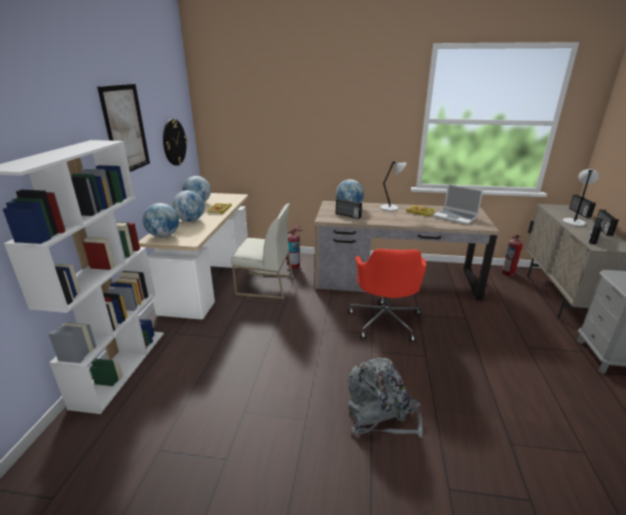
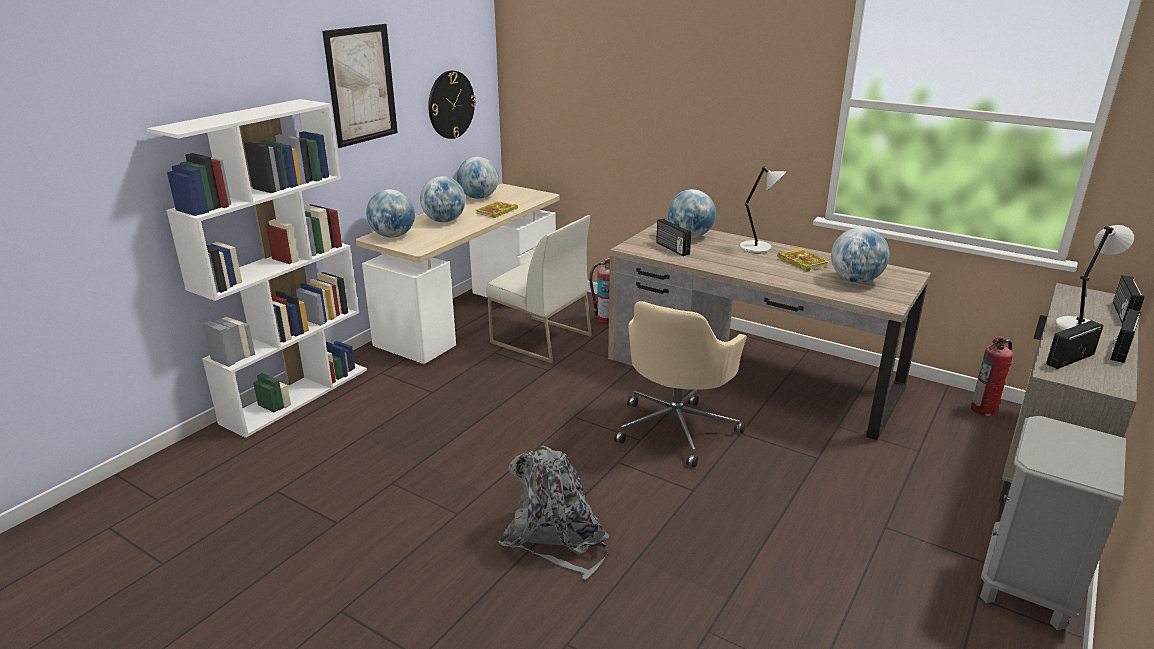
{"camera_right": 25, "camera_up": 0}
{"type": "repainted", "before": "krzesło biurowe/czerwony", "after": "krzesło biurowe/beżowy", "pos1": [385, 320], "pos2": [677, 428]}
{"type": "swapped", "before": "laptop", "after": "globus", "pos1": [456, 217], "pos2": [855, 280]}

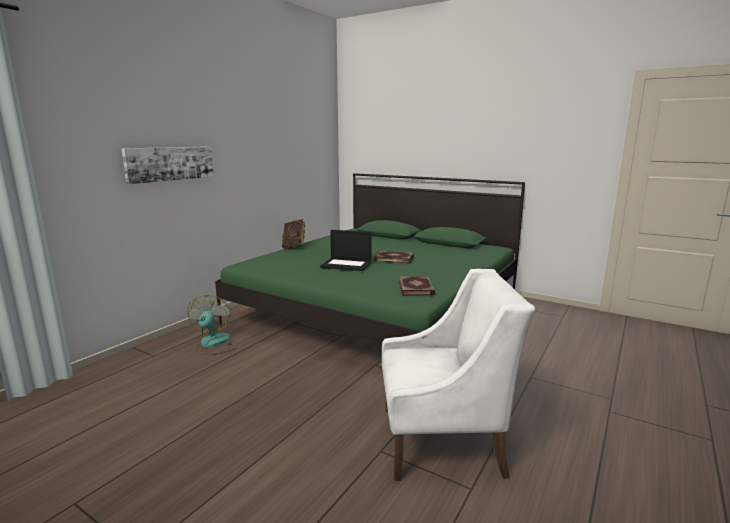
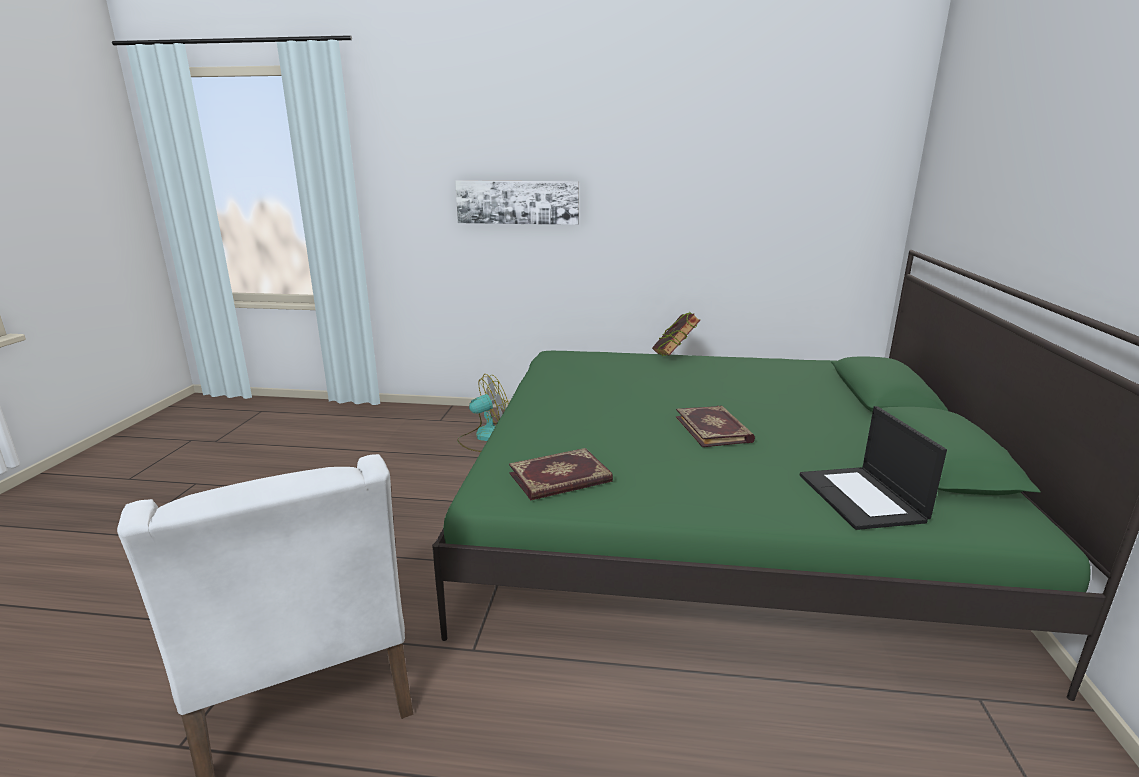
{"camera_right": 65, "camera_up": 5}
{"type": "shifted", "before": "laptop", "pos1": [347, 264], "pos2": [862, 498]}

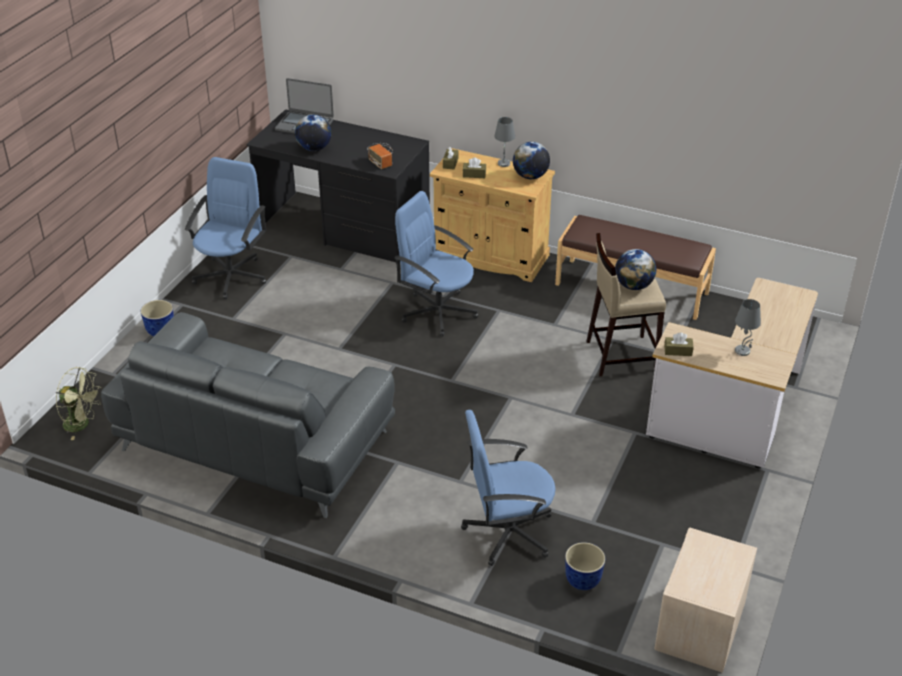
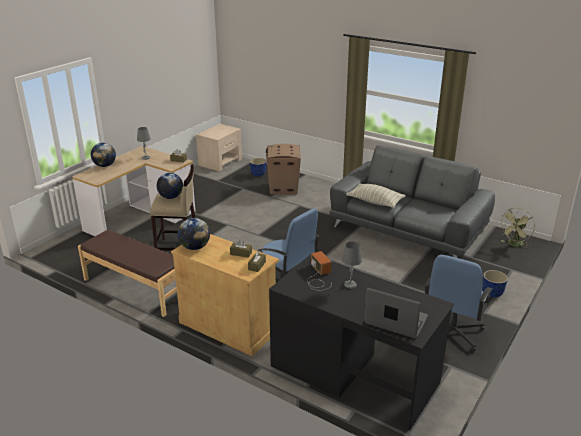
{"camera_right": -170, "camera_up": -10}
{"type": "shifted", "before": "globus", "pos1": [314, 148], "pos2": [105, 165]}
{"type": "swapped", "before": "krzesło biurowe/niebieski", "after": "karton", "pos1": [507, 532], "pos2": [283, 189]}
{"type": "shifted", "before": "lampa stołowa/szary", "pos1": [504, 164], "pos2": [350, 285]}
{"type": "new", "after": "poduszka", "pos2": [375, 202]}
{"type": "rotated", "before": "wentylator/zielony", "pos1": [82, 424], "pos2": [514, 245], "turn": -75}

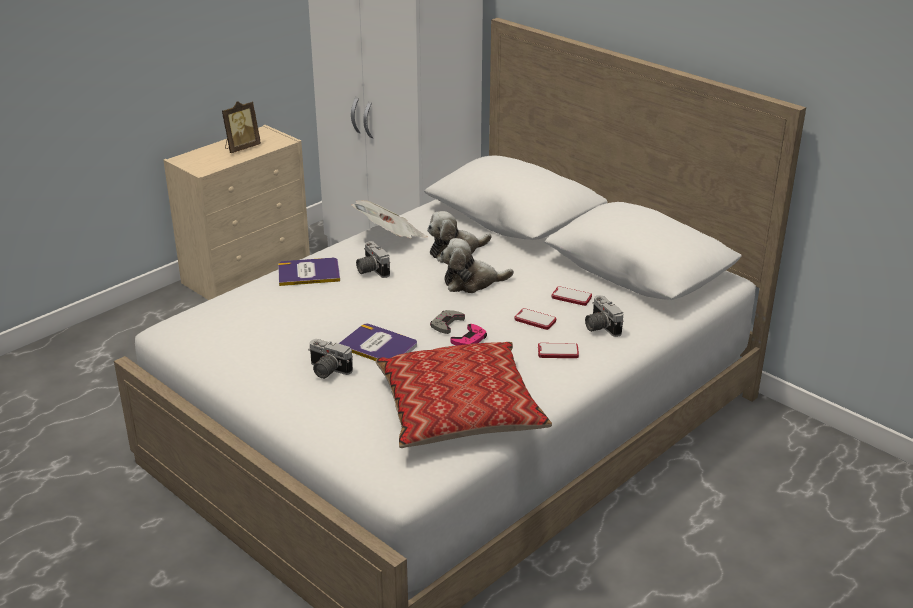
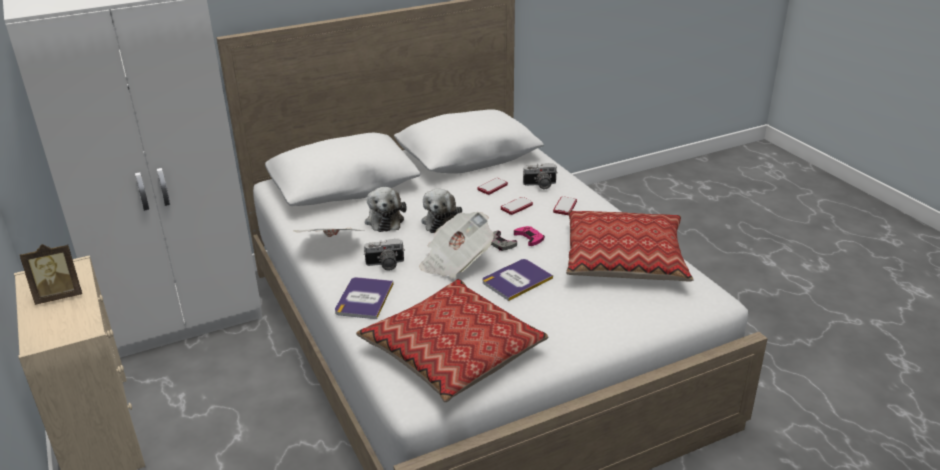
{"camera_right": -70, "camera_up": 0}
{"type": "rotated", "before": "ramka na zdjęcie", "pos1": [241, 148], "pos2": [59, 296], "turn": 90}
{"type": "new", "after": "poduszka", "pos2": [452, 351]}
{"type": "new", "after": "gazeta", "pos2": [455, 261]}
{"type": "gone", "before": "aparat fotograficzny", "pos1": [327, 371]}

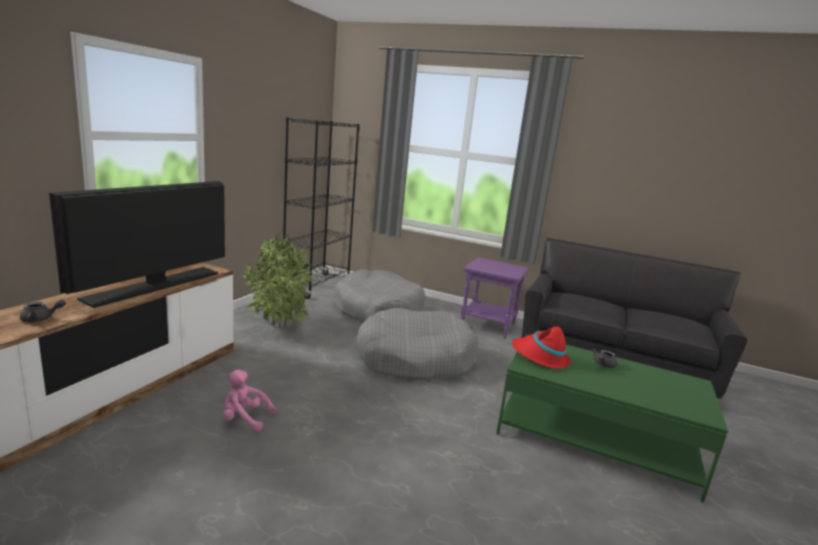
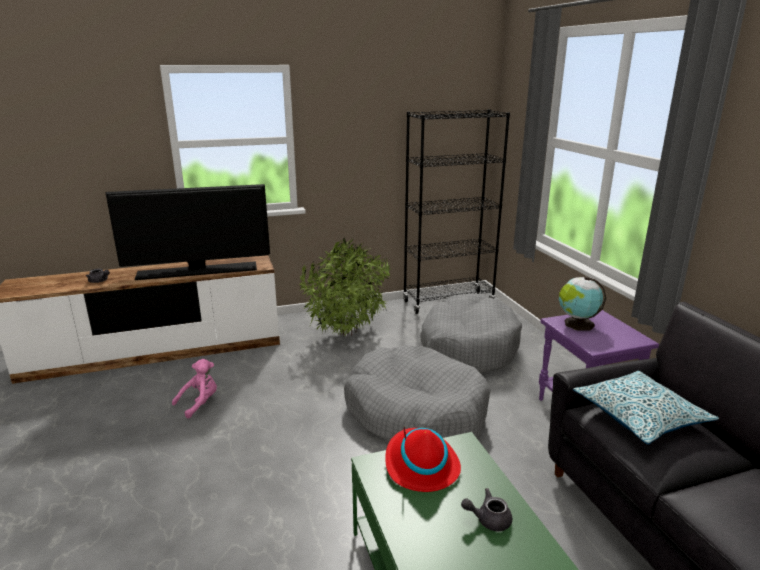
{"camera_right": 50, "camera_up": 5}
{"type": "rotated", "before": "pluszak/różowy", "pos1": [245, 419], "pos2": [199, 403], "turn": 75}
{"type": "new", "after": "globus", "pos2": [577, 324]}
{"type": "new", "after": "poduszka", "pos2": [640, 416]}

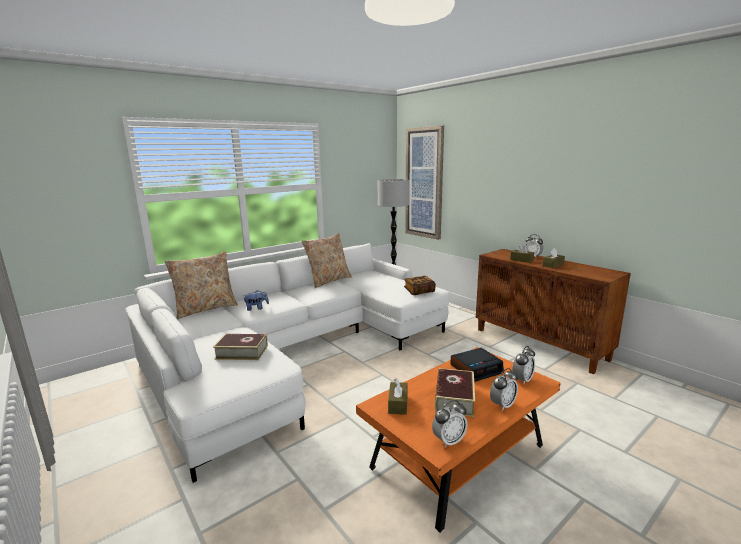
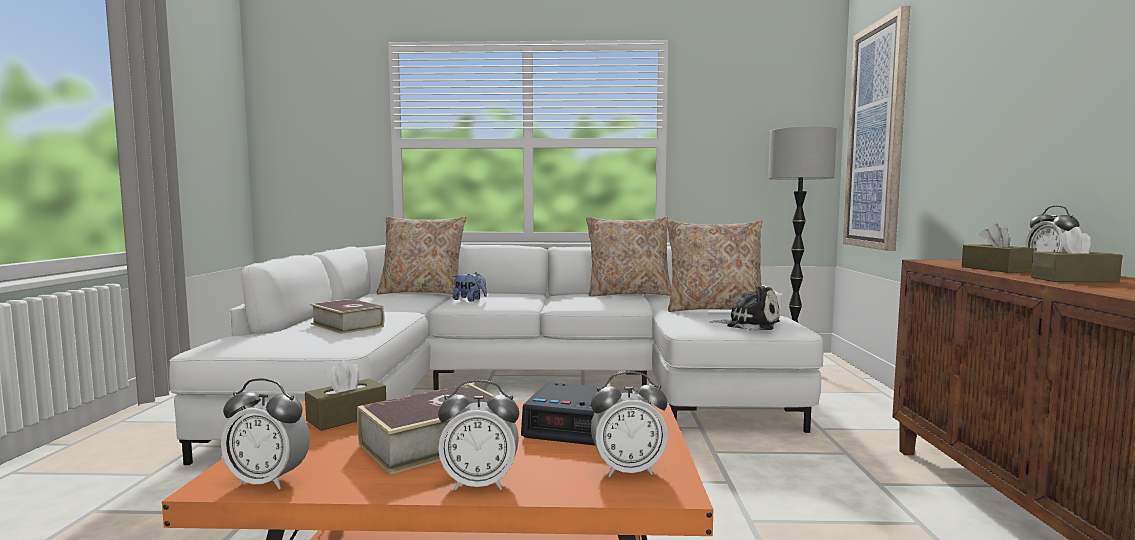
{"camera_right": 40, "camera_up": -10}
{"type": "new", "after": "poduszka/beżowy", "pos2": [714, 309]}
{"type": "swapped", "before": "książka", "after": "pluszak", "pos1": [419, 291], "pos2": [749, 325]}

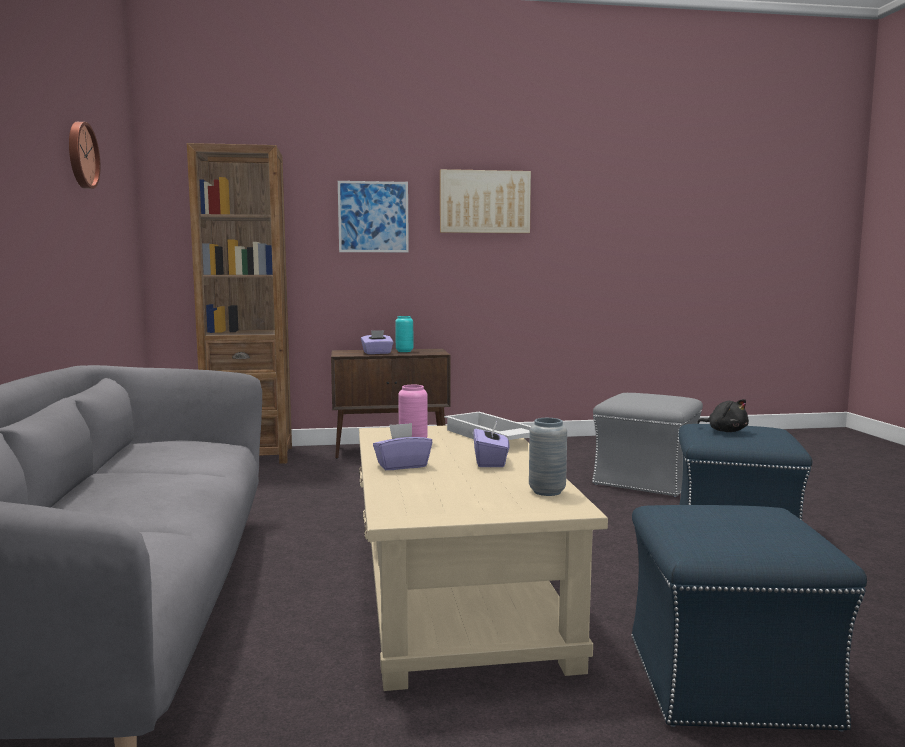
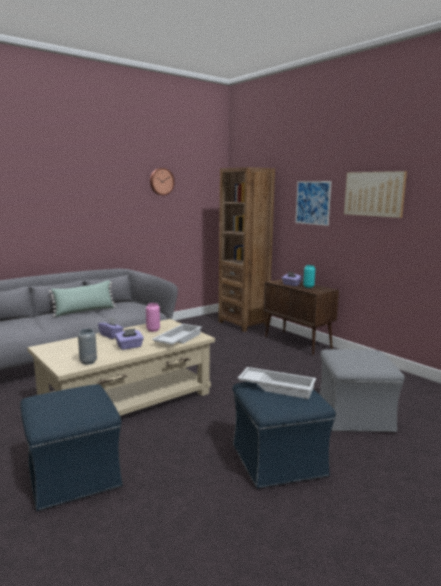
{"camera_right": 60, "camera_up": 5}
{"type": "new", "after": "poduszka/zielony", "pos2": [85, 311]}
{"type": "swapped", "before": "pluszak/czarny", "after": "taca/biały", "pos1": [725, 431], "pos2": [277, 386]}

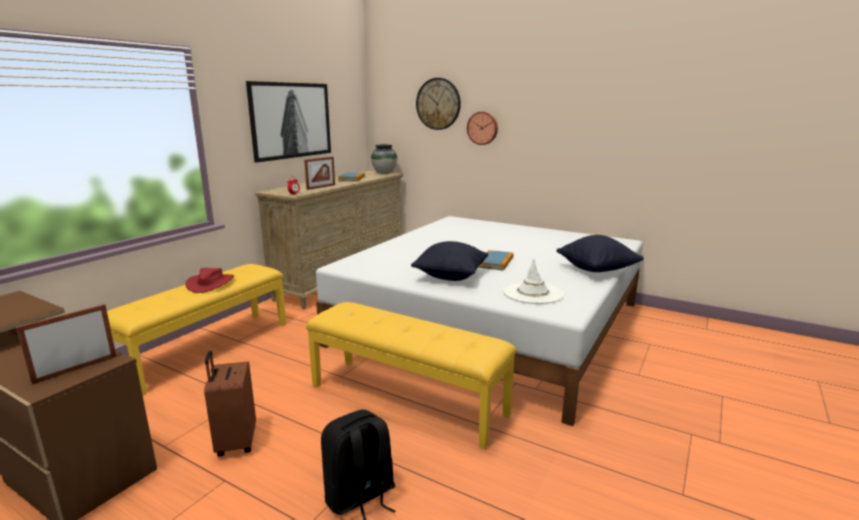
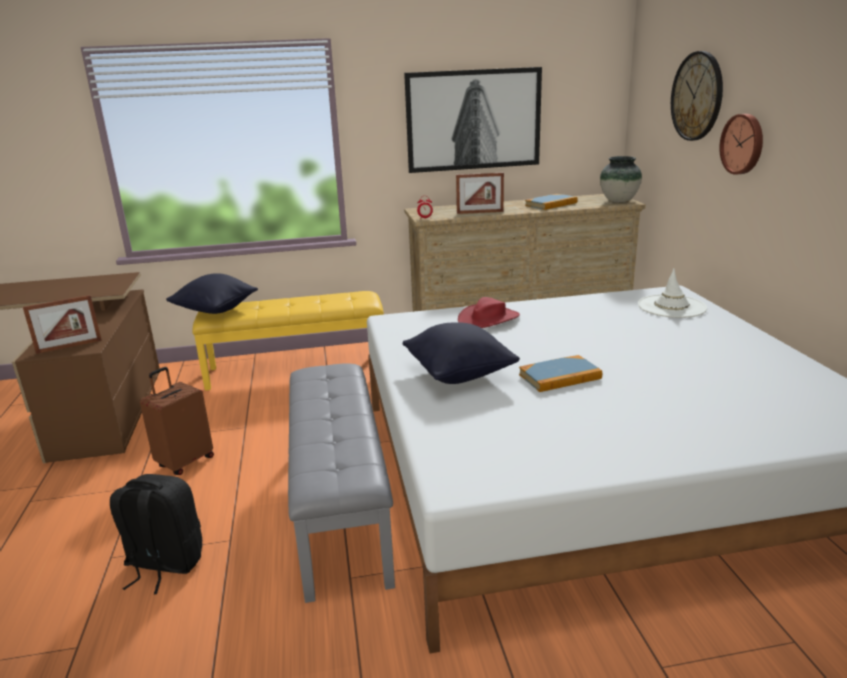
{"camera_right": 50, "camera_up": 5}
{"type": "rotated", "before": "ramka na zdjęcie", "pos1": [76, 369], "pos2": [69, 346], "turn": 150}
{"type": "shifted", "before": "poduszka/czarny", "pos1": [597, 270], "pos2": [215, 311]}
{"type": "repainted", "before": "ławka/żółty", "after": "ławka/szary", "pos1": [408, 399], "pos2": [342, 504]}
{"type": "shifted", "before": "kapelusz/czerwony", "pos1": [210, 283], "pos2": [488, 319]}
{"type": "shifted", "before": "kapelusz/biały", "pos1": [533, 293], "pos2": [671, 306]}

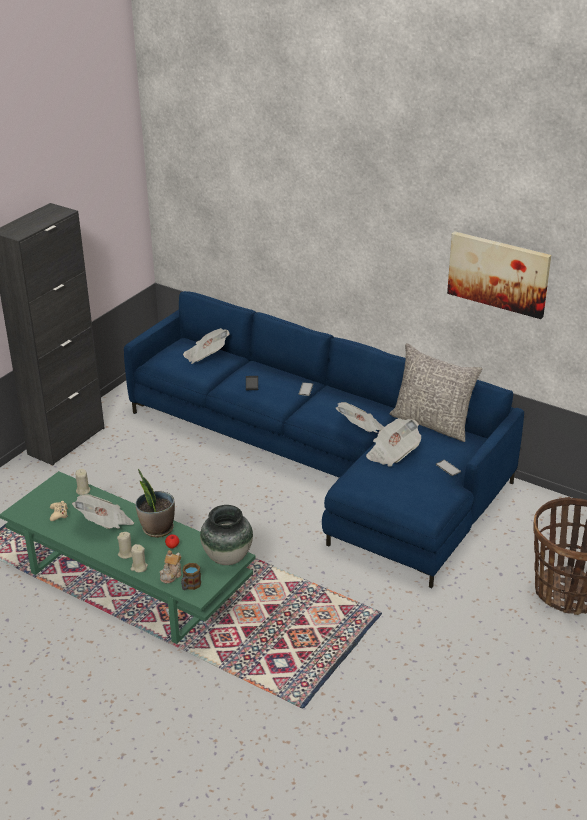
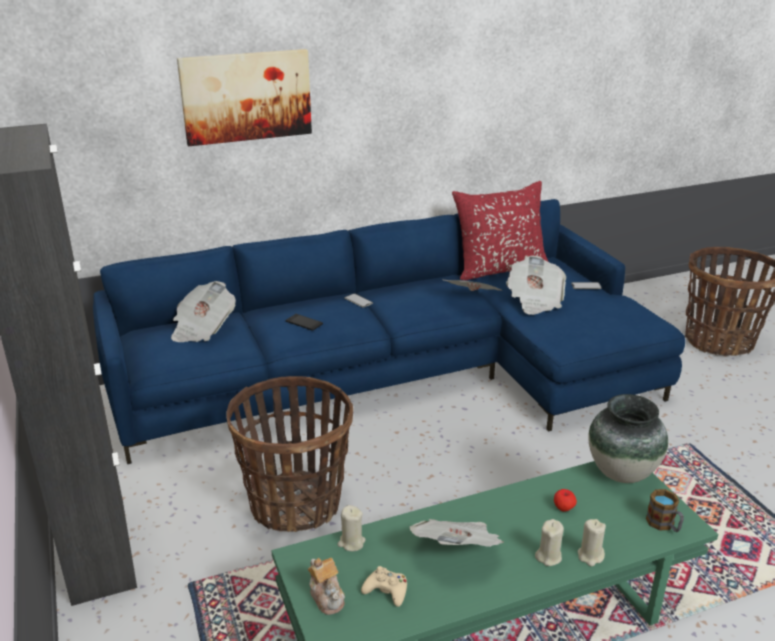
{"camera_right": -55, "camera_up": -5}
{"type": "shifted", "before": "obraz", "pos1": [498, 273], "pos2": [246, 96]}
{"type": "new", "after": "koszyk", "pos2": [296, 504]}
{"type": "shifted", "before": "imbryk", "pos1": [171, 575], "pos2": [327, 596]}
{"type": "repainted", "before": "poduszka/szary", "after": "poduszka/czerwony", "pos1": [432, 423], "pos2": [499, 268]}
{"type": "gone", "before": "roślina doniczkowa", "pos1": [157, 529]}

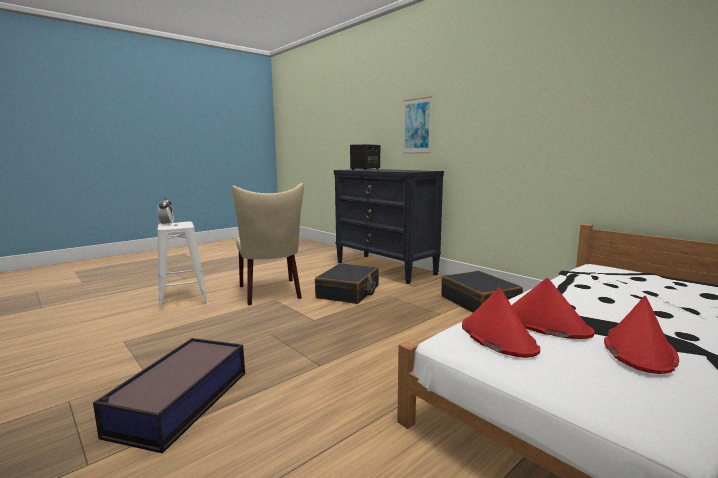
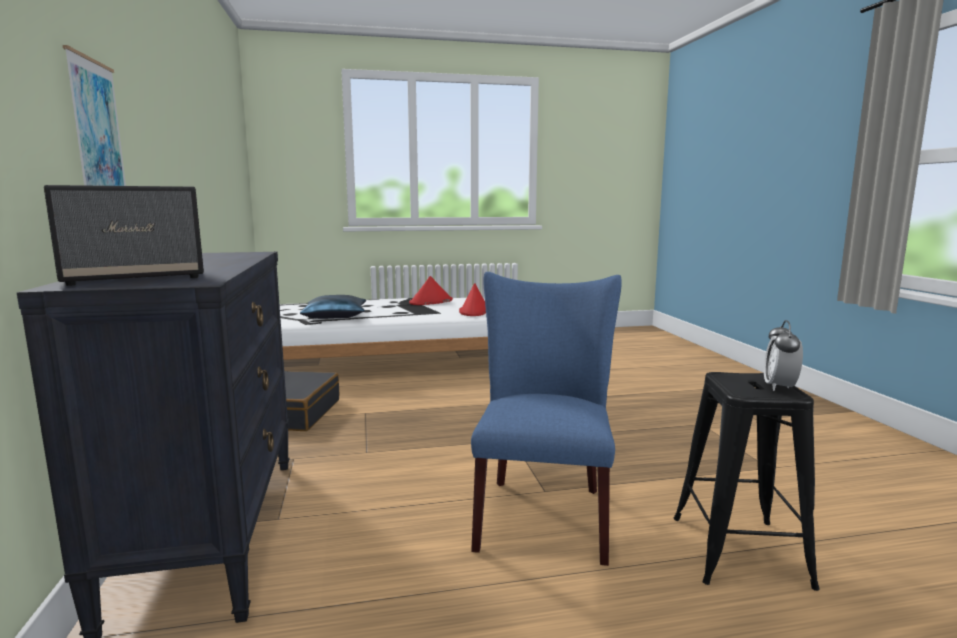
{"camera_right": -150, "camera_up": 0}
{"type": "new", "after": "poduszka/niebieski", "pos2": [335, 316]}
{"type": "repainted", "before": "krzesło/beżowy", "after": "krzesło/niebieski", "pos1": [271, 293], "pos2": [543, 512]}
{"type": "repainted", "before": "stołek/biały", "after": "stołek/czarny", "pos1": [183, 298], "pos2": [739, 551]}
{"type": "gone", "before": "pojemnik do przechowywania", "pos1": [179, 403]}
{"type": "gone", "before": "walizka/czarny", "pos1": [348, 292]}
{"type": "gone", "before": "kapelusz/czerwony", "pos1": [544, 324]}

